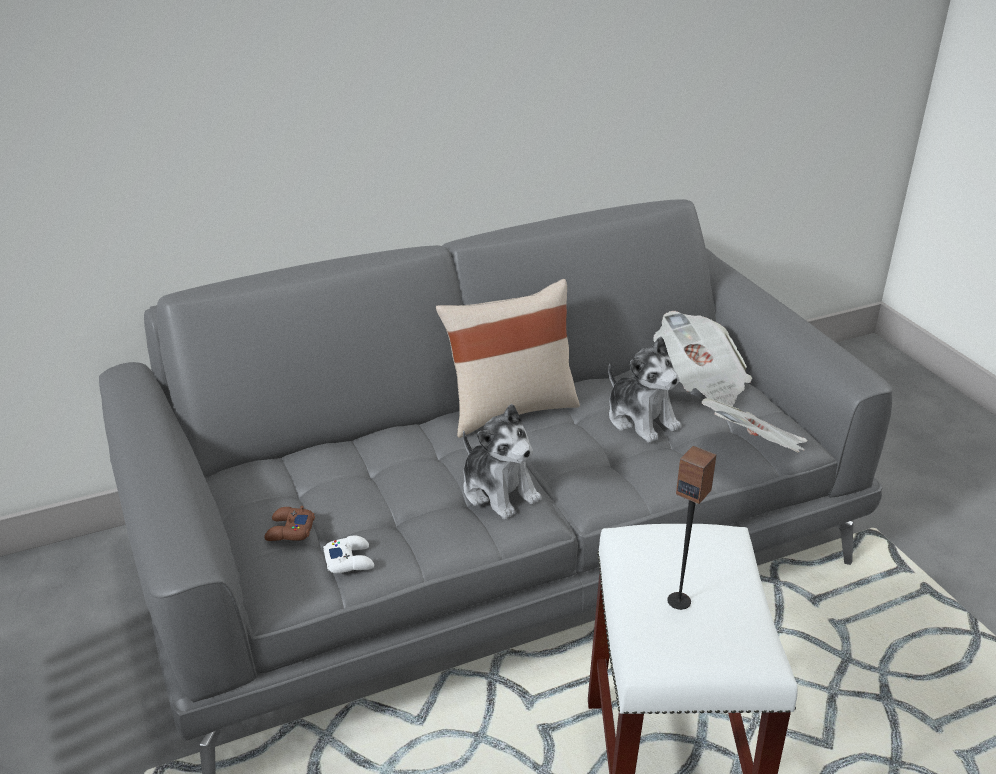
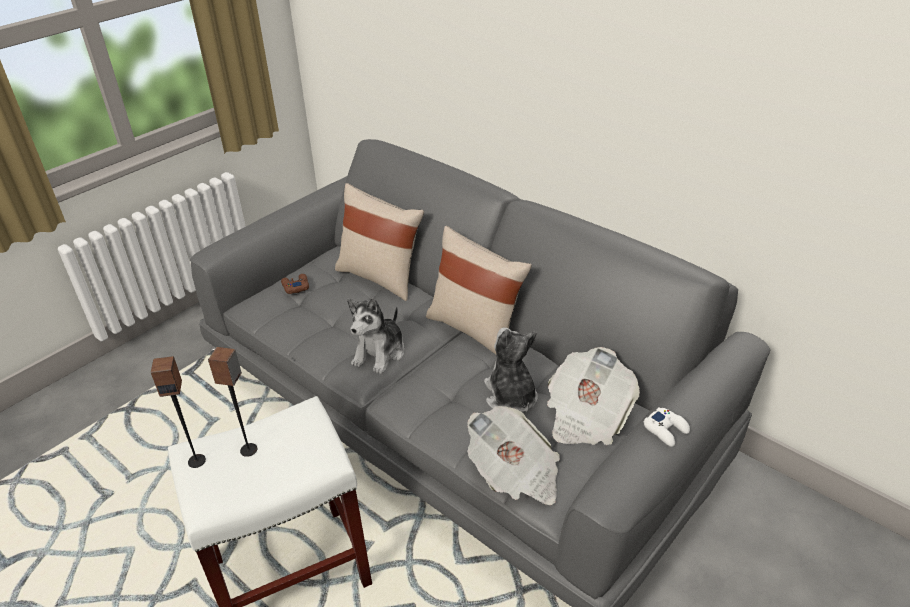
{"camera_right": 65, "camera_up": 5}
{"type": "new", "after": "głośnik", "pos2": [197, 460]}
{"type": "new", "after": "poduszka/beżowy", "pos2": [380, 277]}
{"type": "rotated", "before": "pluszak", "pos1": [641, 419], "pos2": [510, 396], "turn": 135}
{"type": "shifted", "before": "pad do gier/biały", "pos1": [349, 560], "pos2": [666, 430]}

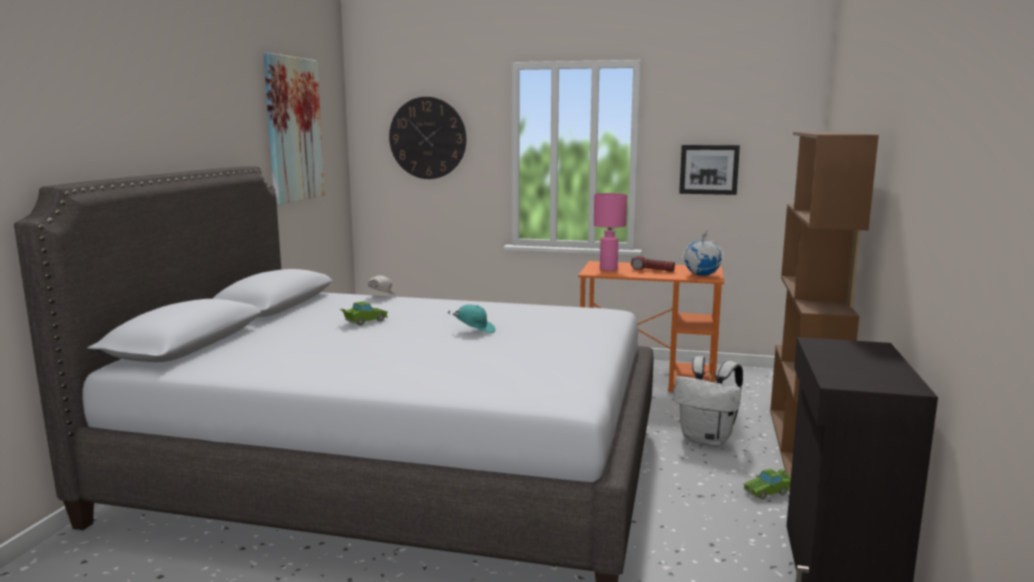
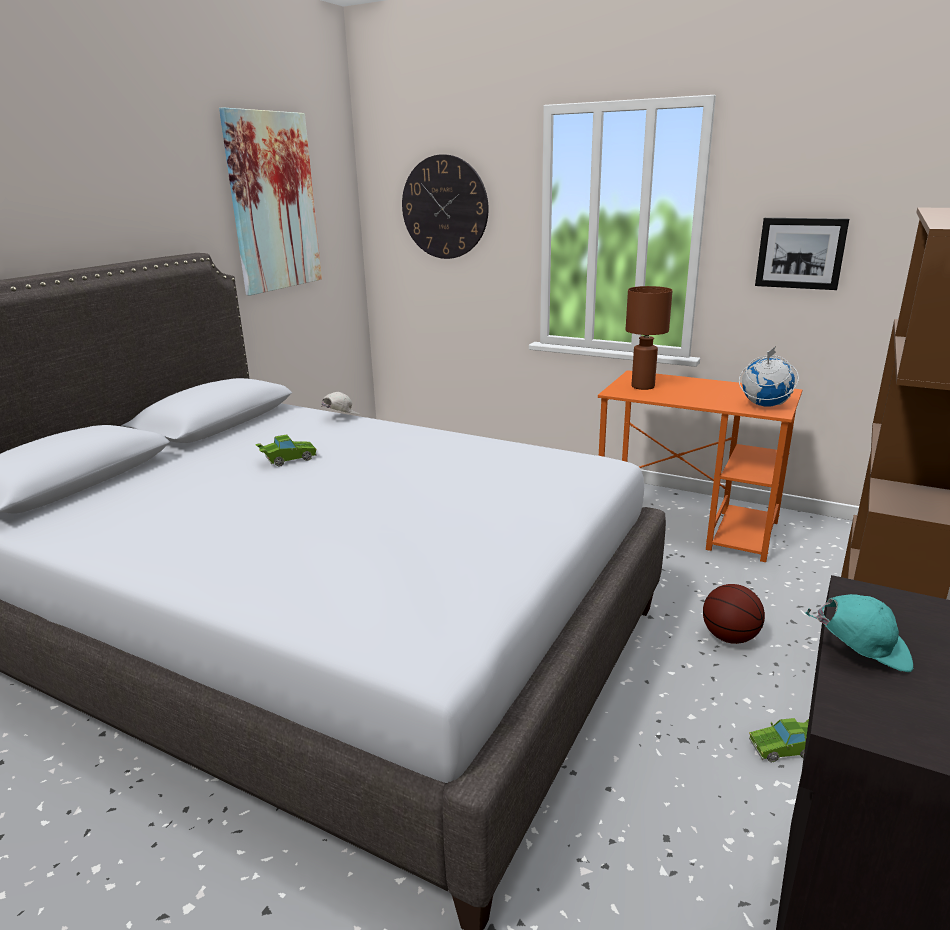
{"camera_right": 15, "camera_up": 10}
{"type": "repainted", "before": "lampa stołowa/różowy", "after": "lampa stołowa/brązowy", "pos1": [608, 269], "pos2": [642, 386]}
{"type": "swapped", "before": "plecak/biały", "after": "piłka do koszykówki", "pos1": [707, 439], "pos2": [729, 637]}
{"type": "shifted", "before": "czapka z daszkiem/turkusowy", "pos1": [474, 330], "pos2": [860, 652]}
{"type": "gone", "before": "latarka", "pos1": [652, 270]}

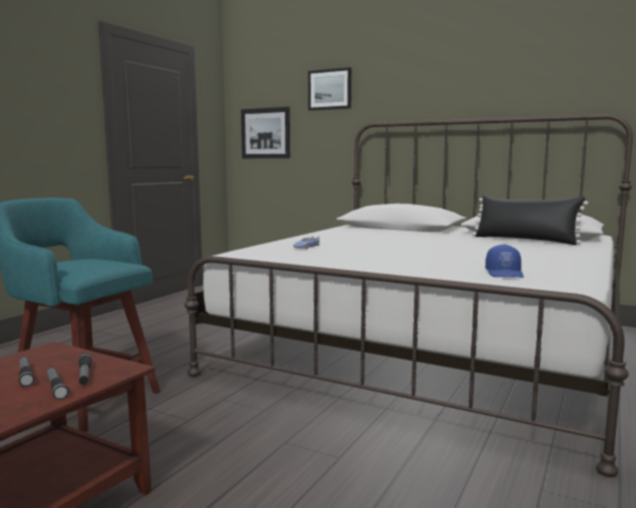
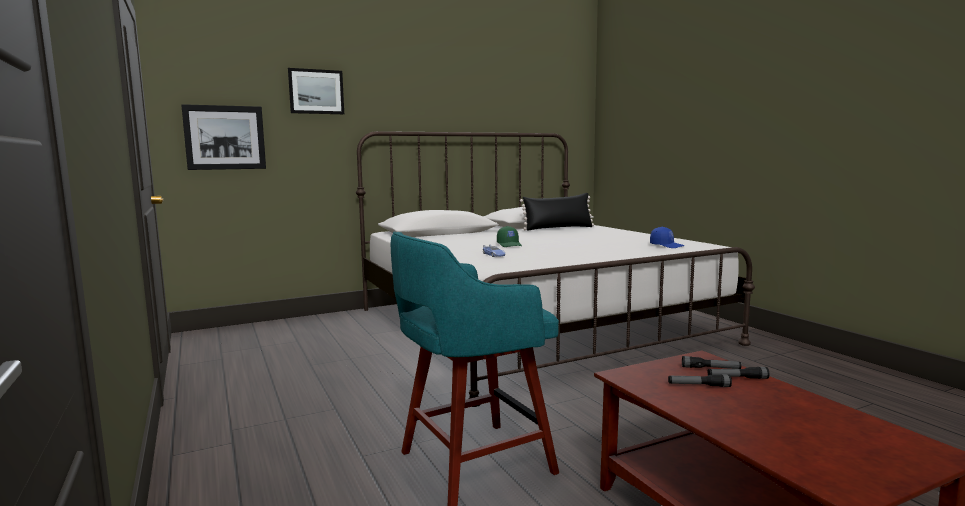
{"camera_right": -55, "camera_up": 0}
{"type": "new", "after": "czapka z daszkiem/zielony", "pos2": [509, 245]}

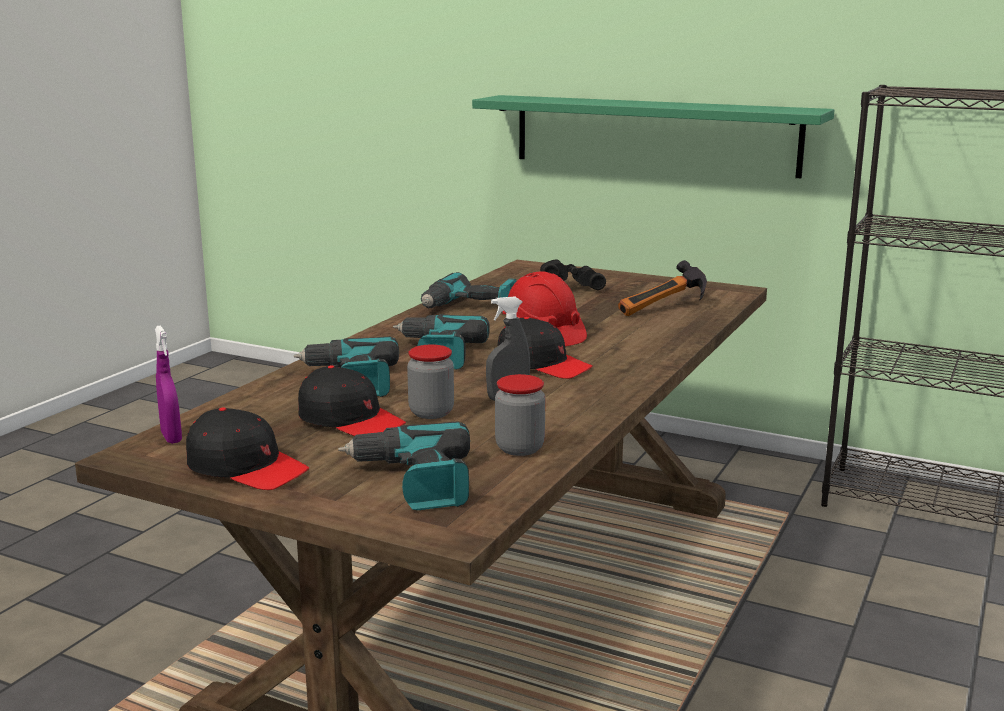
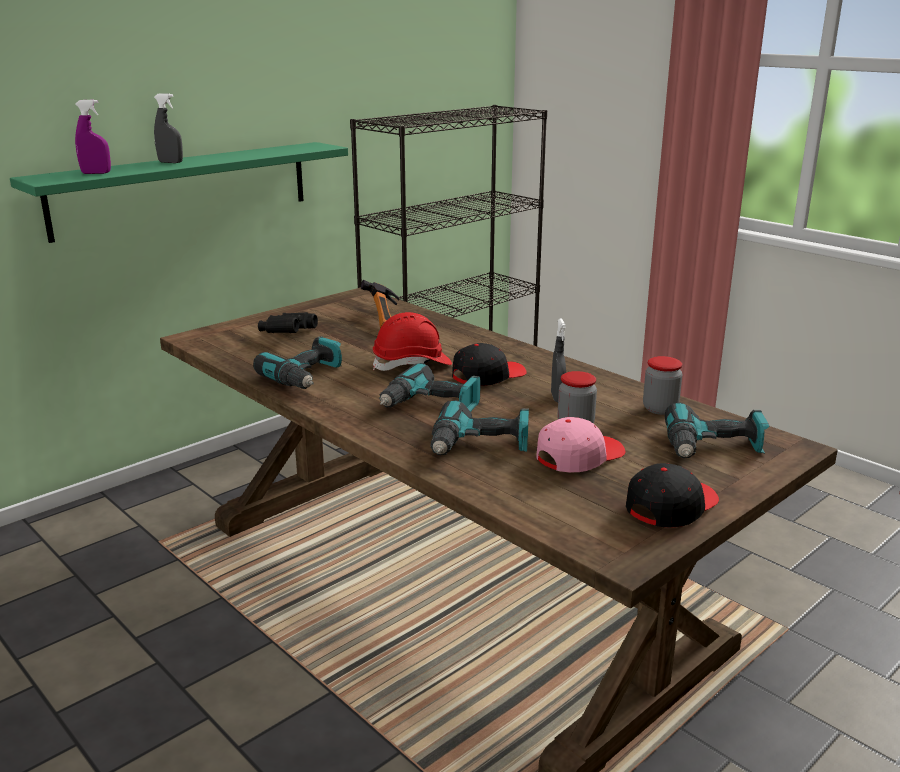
{"camera_right": -70, "camera_up": 5}
{"type": "shifted", "before": "spryskiwacz/fioletowy", "pos1": [171, 437], "pos2": [96, 173]}
{"type": "new", "after": "spryskiwacz/szary", "pos2": [170, 162]}
{"type": "repainted", "before": "czapka z daszkiem/czarny", "after": "czapka z daszkiem/różowy", "pos1": [350, 421], "pos2": [579, 456]}

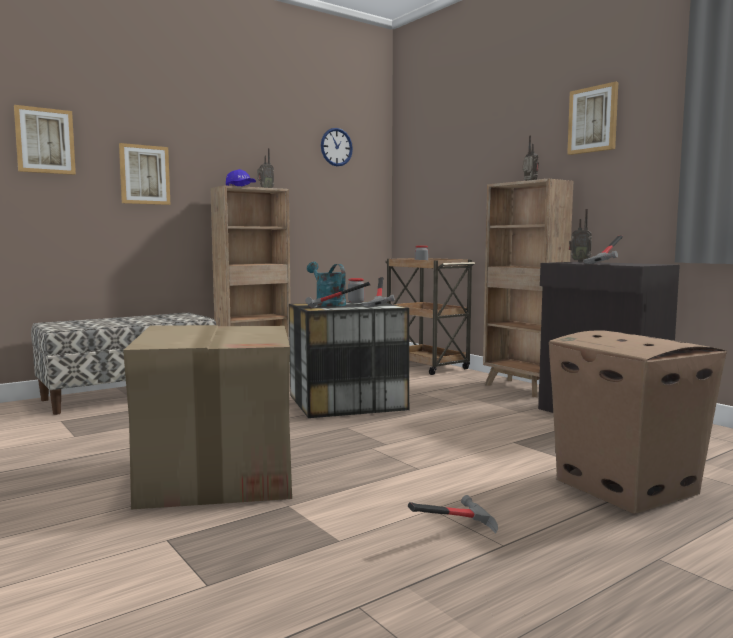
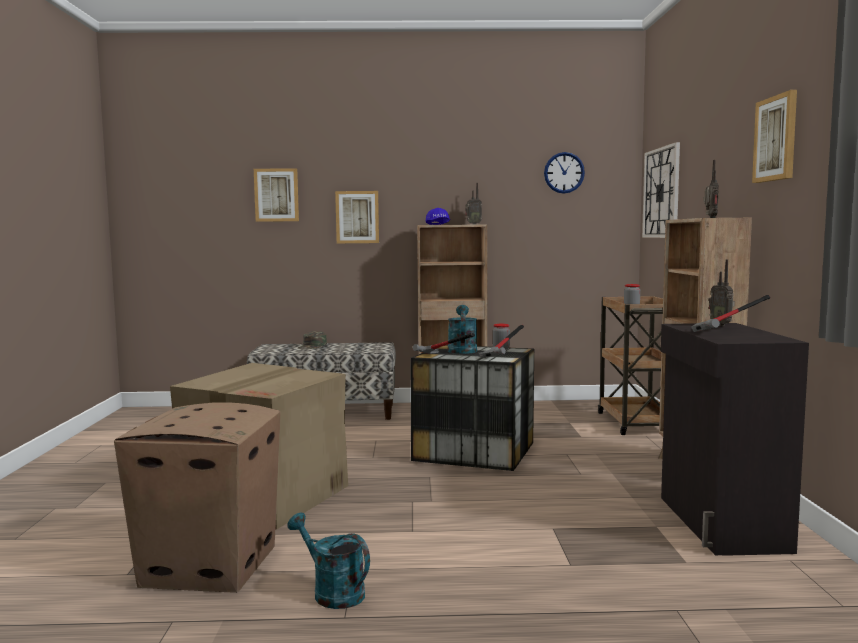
{"camera_right": 35, "camera_up": 0}
{"type": "shifted", "before": "karton", "pos1": [627, 487], "pos2": [208, 567]}
{"type": "swapped", "before": "młotek", "after": "konewka/turkusowy", "pos1": [453, 531], "pos2": [332, 592]}
{"type": "new", "after": "czapka z daszkiem/zielony", "pos2": [313, 346]}
{"type": "new", "after": "zegar ścienny", "pos2": [661, 193]}

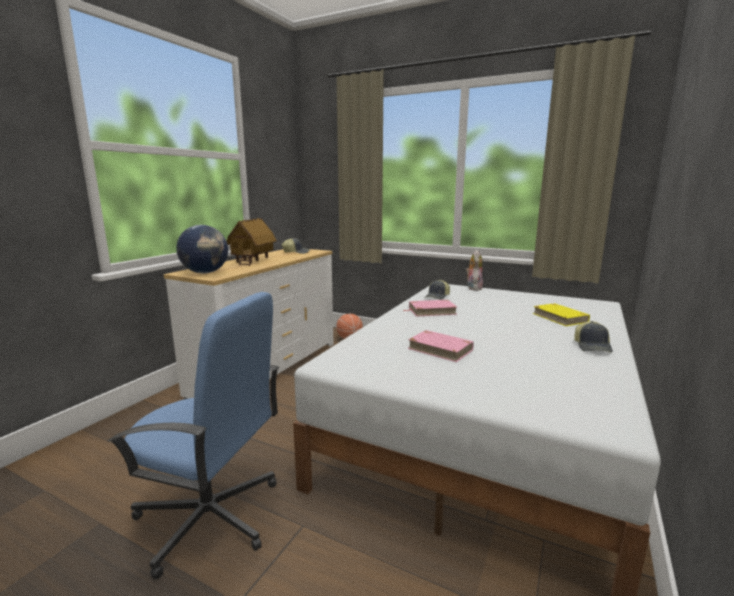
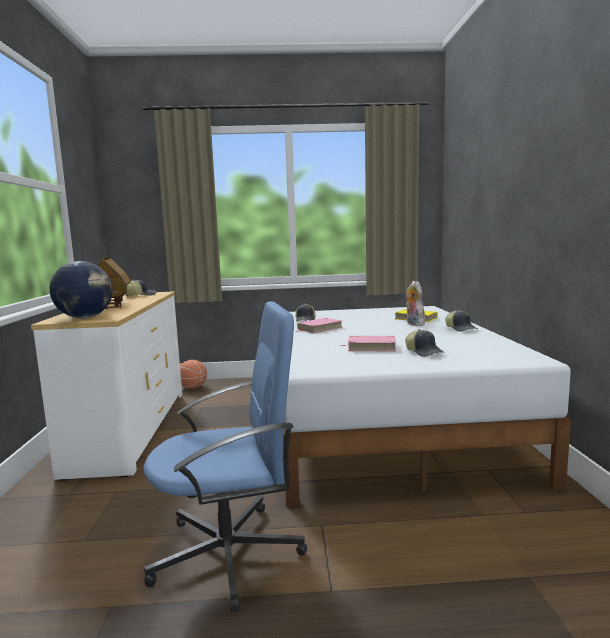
{"camera_right": -30, "camera_up": -5}
{"type": "shifted", "before": "pluszak", "pos1": [473, 288], "pos2": [413, 324]}
{"type": "new", "after": "czapka z daszkiem", "pos2": [424, 352]}

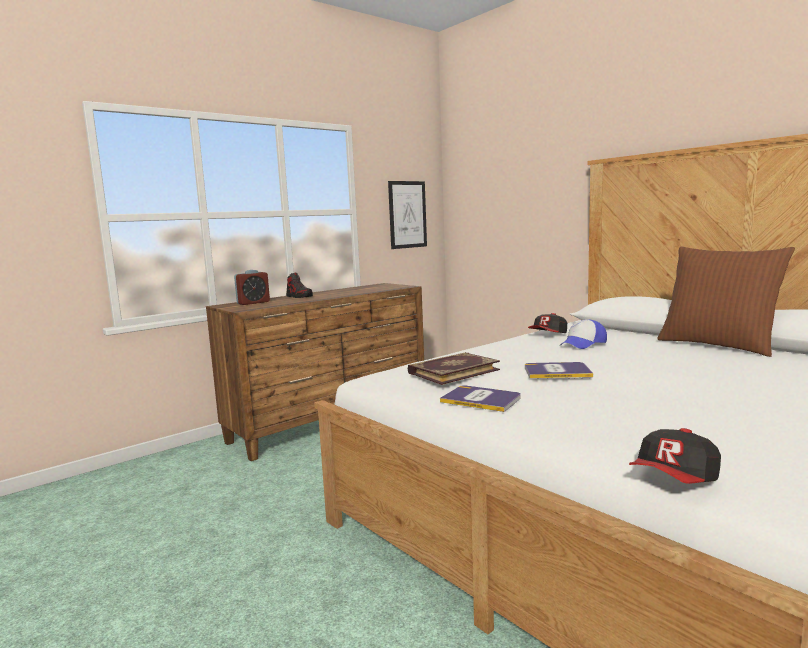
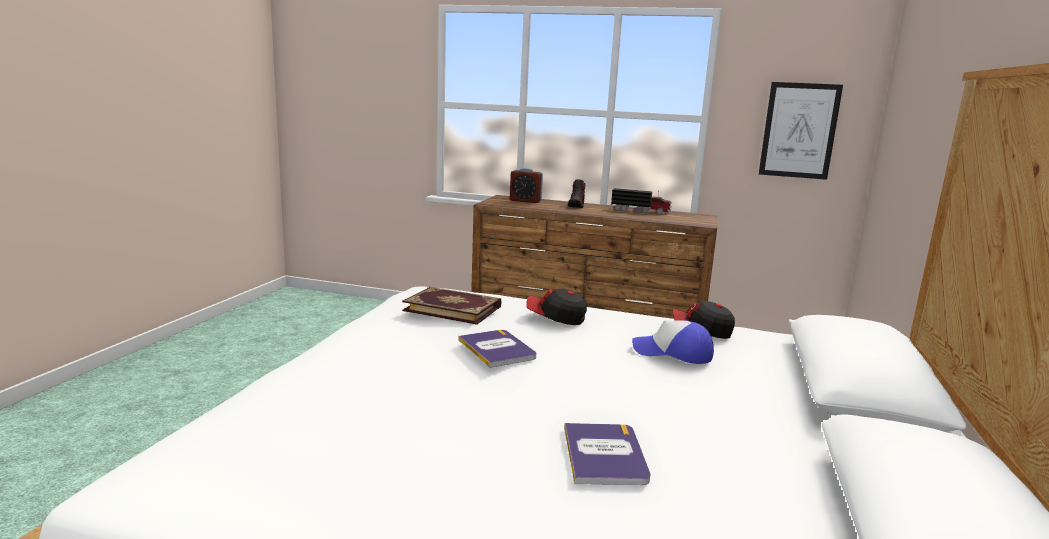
{"camera_right": 55, "camera_up": 5}
{"type": "shifted", "before": "czapka z daszkiem", "pos1": [675, 479], "pos2": [556, 318]}
{"type": "shifted", "before": "książka", "pos1": [481, 399], "pos2": [604, 455]}
{"type": "new", "after": "ciężarówka zabawkowa", "pos2": [640, 211]}
{"type": "gone", "before": "poduszka/brązowy", "pos1": [718, 345]}

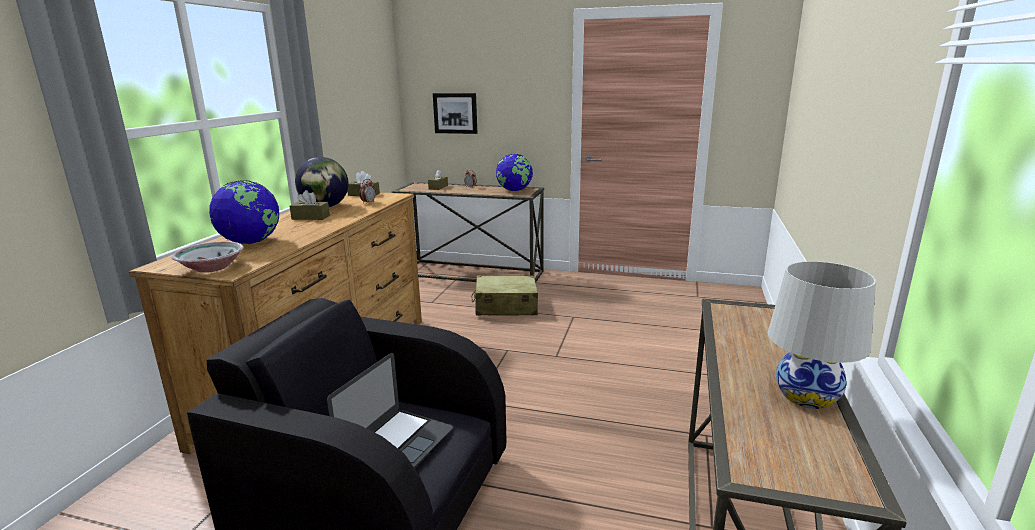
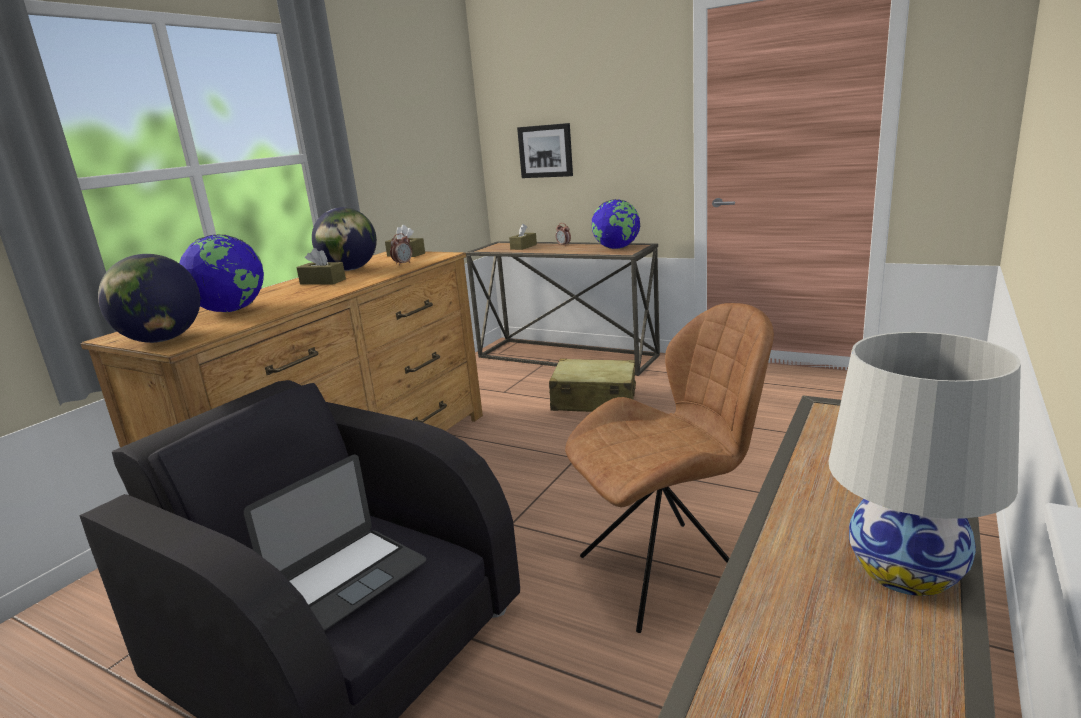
{"camera_right": 15, "camera_up": 0}
{"type": "swapped", "before": "miska", "after": "globus", "pos1": [211, 268], "pos2": [161, 340]}
{"type": "new", "after": "krzesło/brązowy", "pos2": [669, 571]}

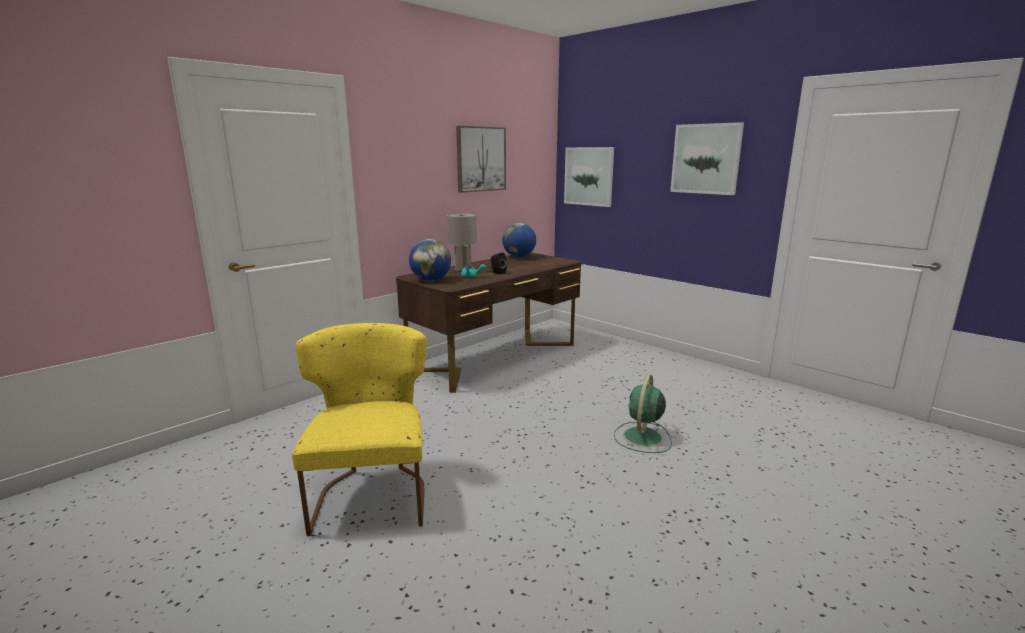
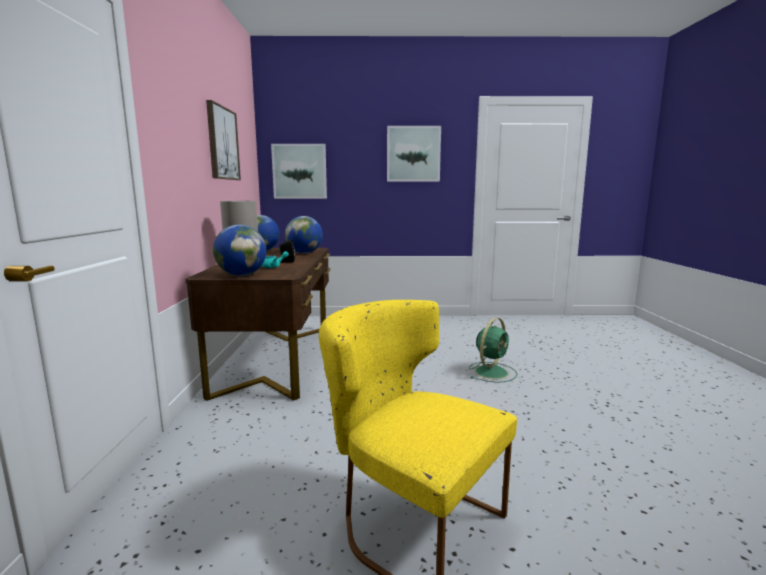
{"camera_right": -45, "camera_up": -5}
{"type": "new", "after": "globus", "pos2": [304, 253]}
{"type": "rotated", "before": "wentylator/zielony", "pos1": [642, 438], "pos2": [492, 372], "turn": -120}

